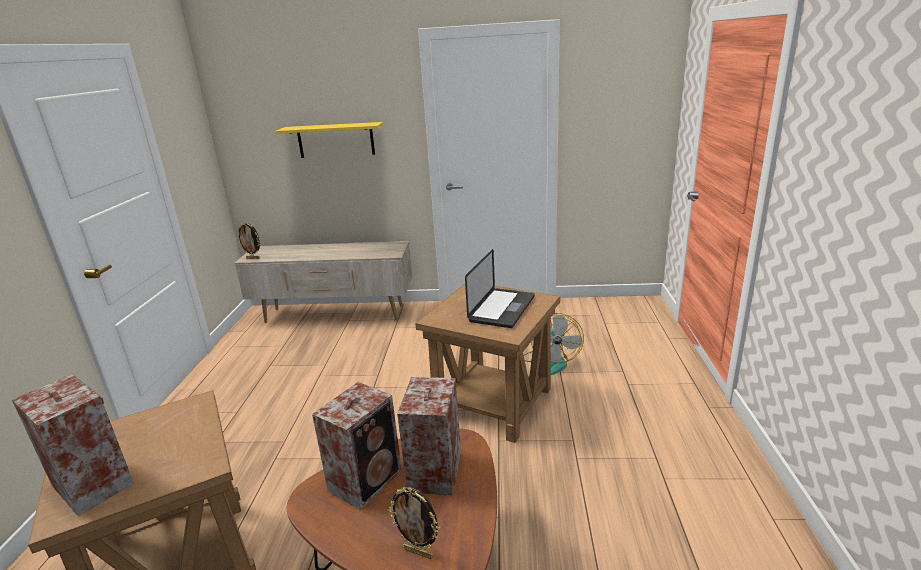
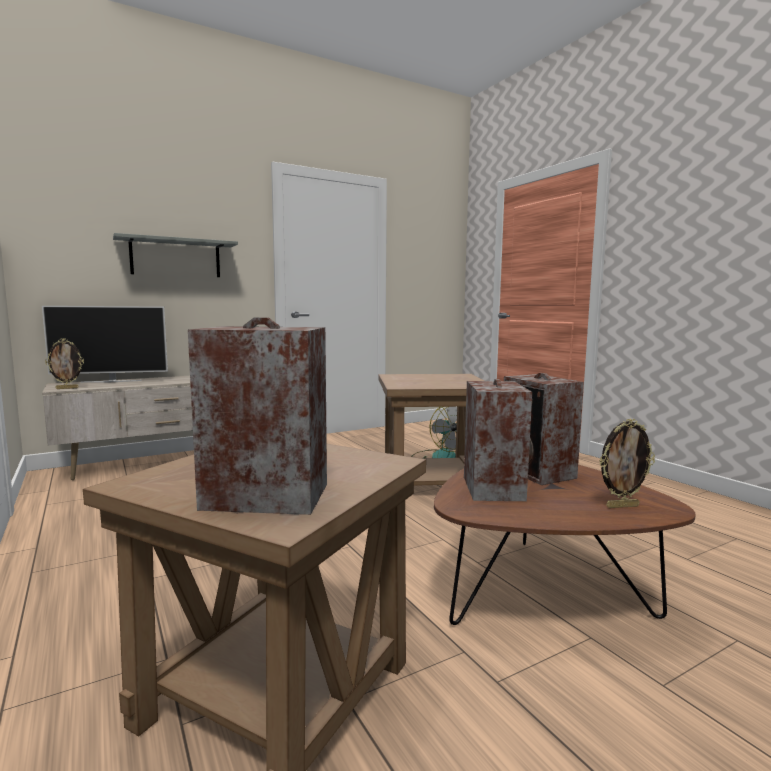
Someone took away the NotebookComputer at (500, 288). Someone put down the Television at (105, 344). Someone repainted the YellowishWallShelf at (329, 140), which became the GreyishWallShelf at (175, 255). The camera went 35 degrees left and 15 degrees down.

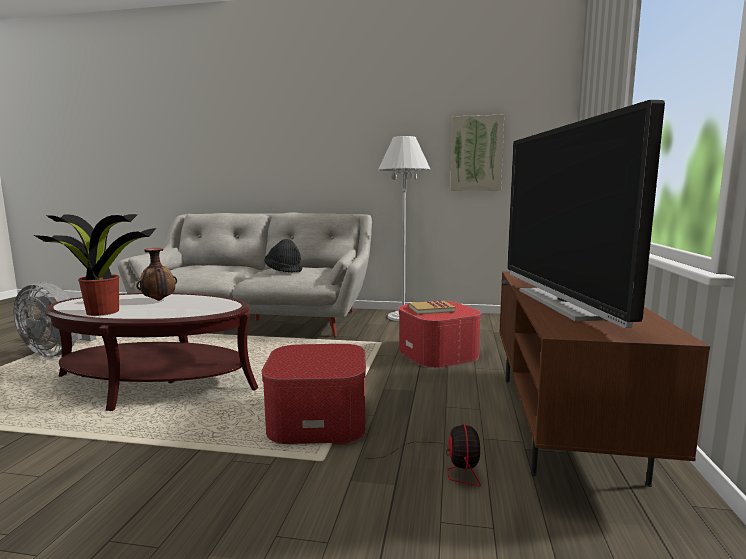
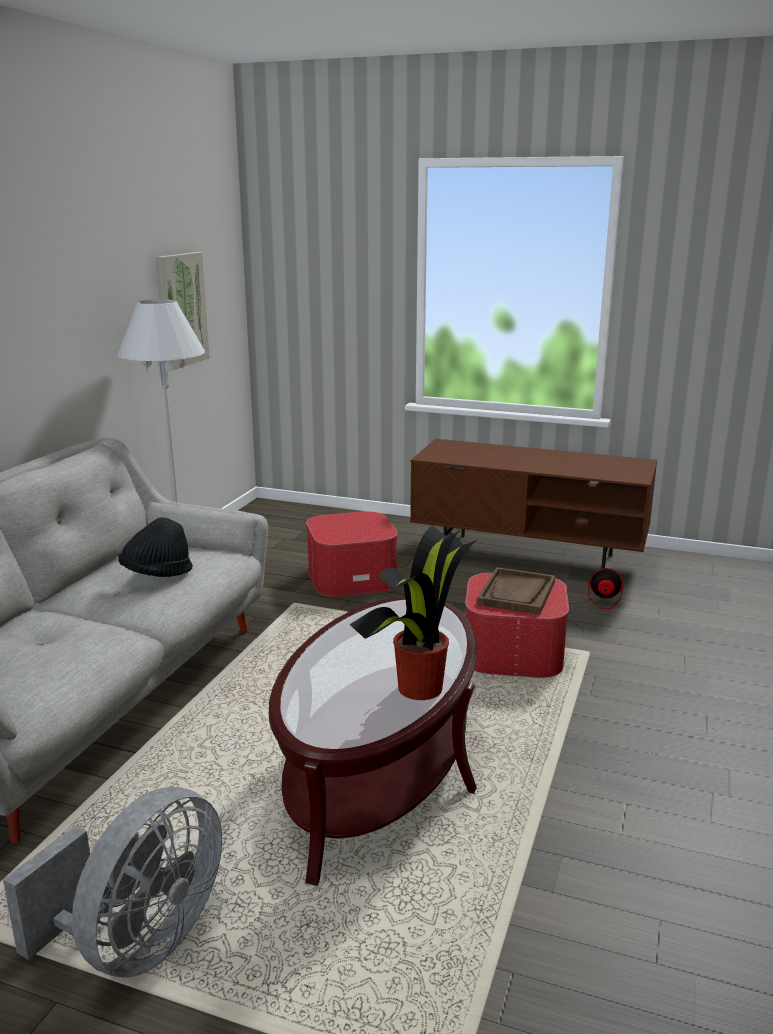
Someone took away the FlowerVase at (156, 274). Someone took away the Book at (432, 307). Someone took away the Television at (586, 214). Someone put down the BrownCarryingTray at (516, 591). The camera went 80 degrees left and 10 degrees up.

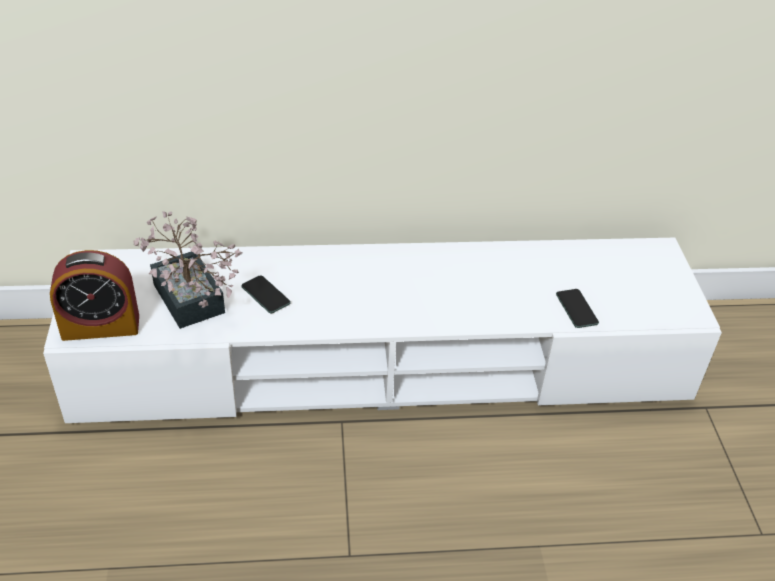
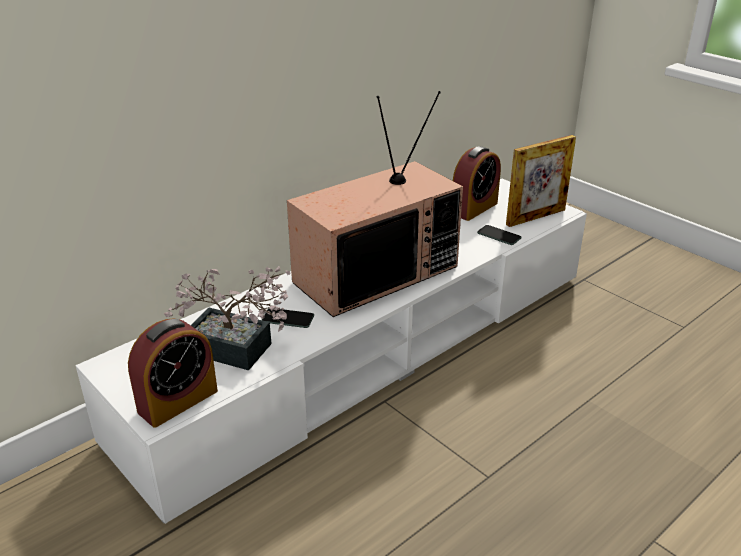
Someone put down the Television at (375, 204). Someone put down the BedsideClock at (477, 183). Someone put down the PhotoFrame at (541, 181). The camera went 35 degrees left and 10 degrees down.

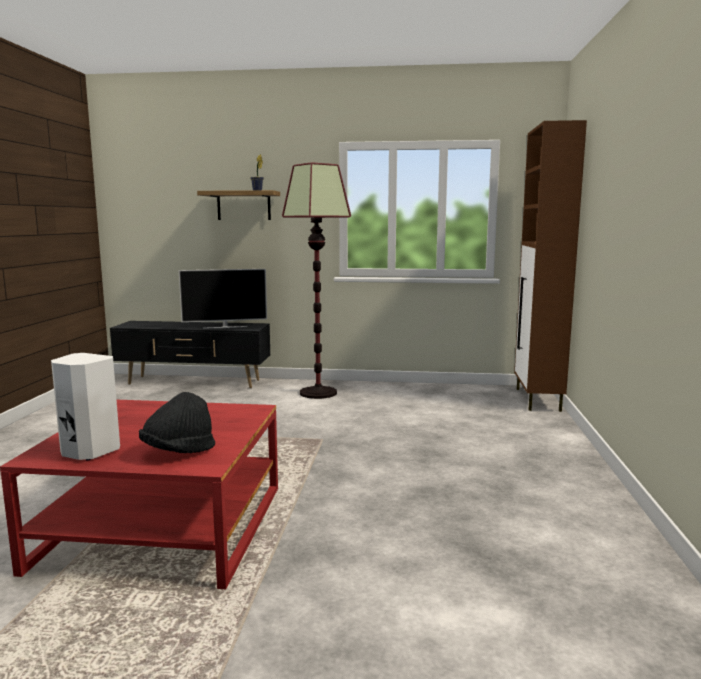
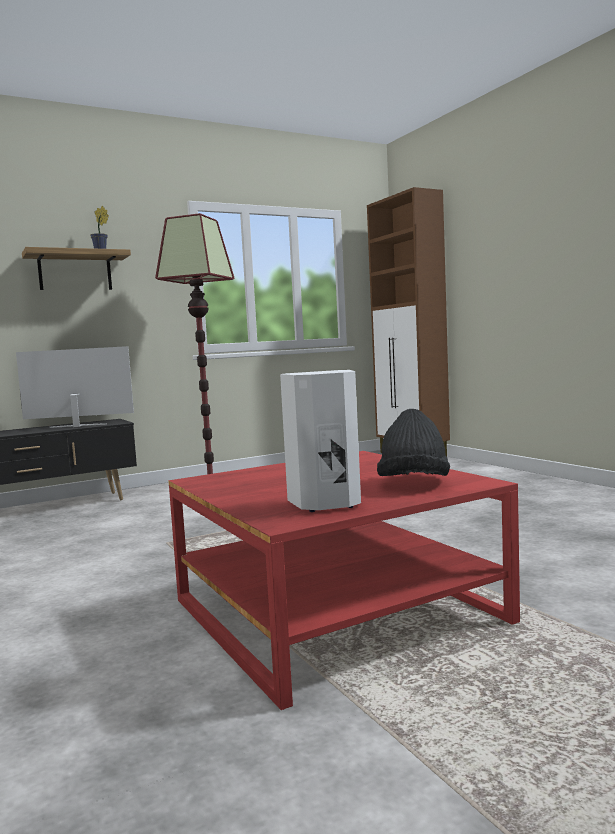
Someone rotated the Television at (223, 298) by 135 degrees counterclockwise. The camera went 35 degrees left and 5 degrees down.

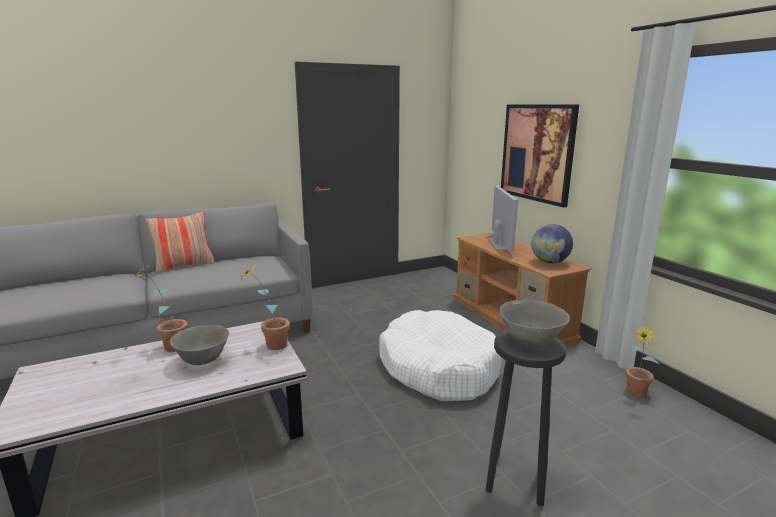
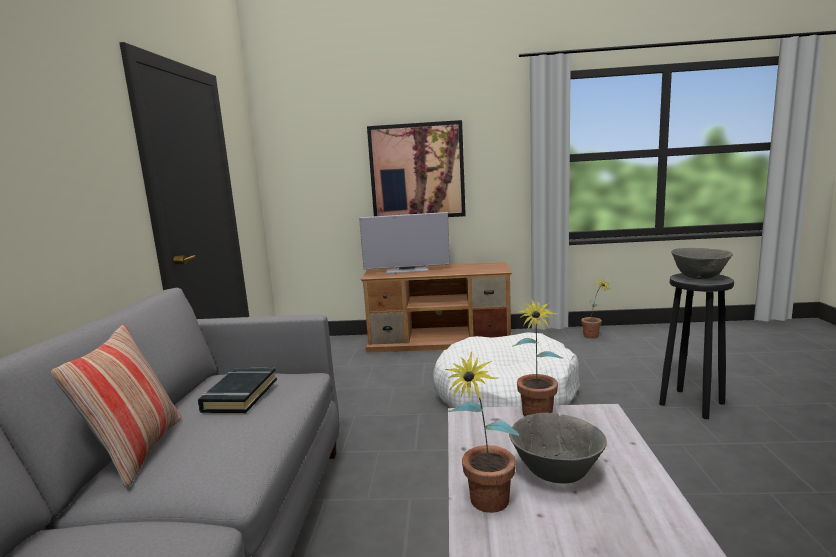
Someone took away the Globe at (552, 243). Someone put down the BlackishBook at (237, 390). Someone rotated the Television at (503, 218) by 150 degrees clockwise. The camera went 60 degrees left and 5 degrees down.

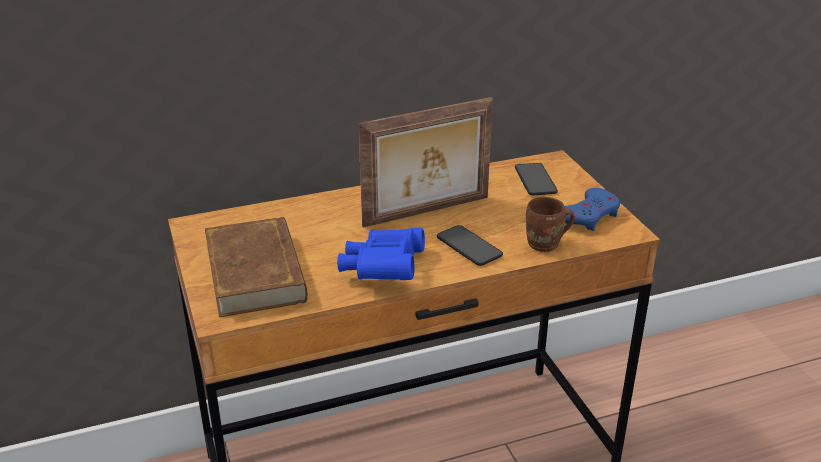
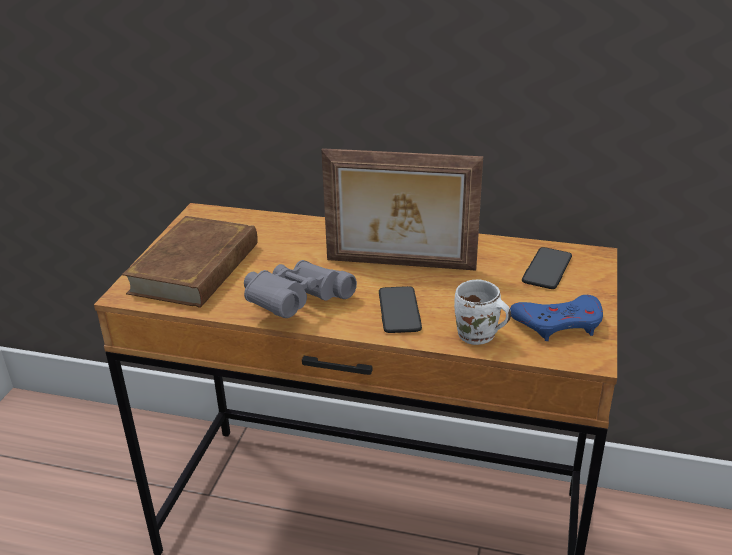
Someone repainted the BlueBinoculars at (381, 254), which became the GreyishBinoculars at (300, 289). Someone repainted the BrownTeaMug at (550, 224), which became the WhitishTeaMug at (482, 312). The camera went 35 degrees right and 0 degrees up.

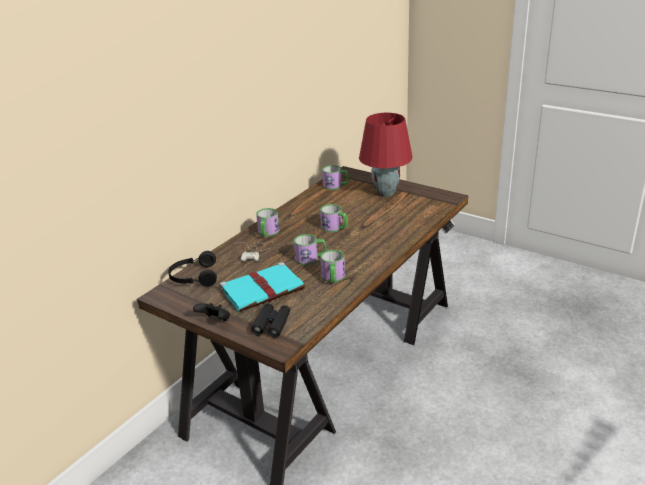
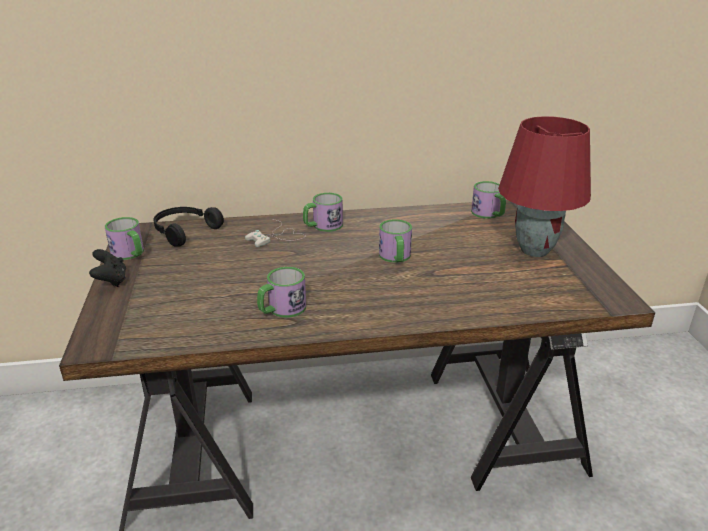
Someone took away the TurquoiseColouredBook at (262, 287). Someone took away the BlackishBinoculars at (270, 321). Someone carried the TeaMug from (310, 249) to (124, 238). The camera went 45 degrees right and 0 degrees up.

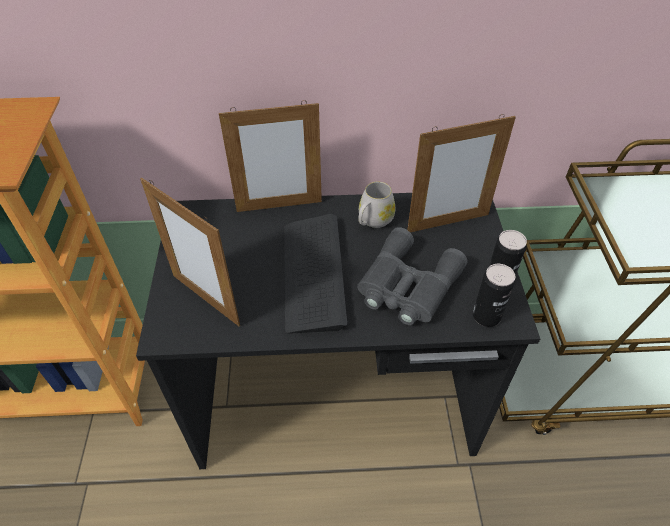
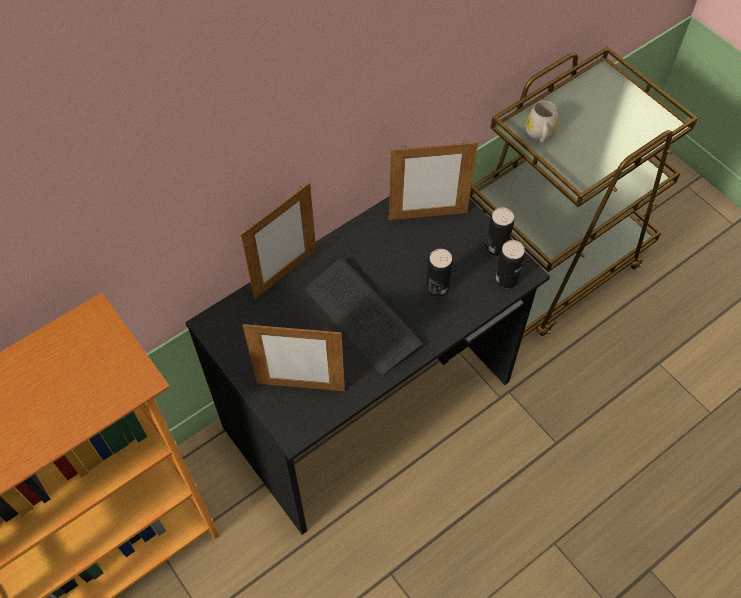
Someone carried the WhitishTeaMug from (376, 205) to (541, 122). Someone swapped the GreyishBinoculars at (412, 276) for the Can at (439, 273). Someone rotated the PhotoFrame at (461, 173) by 45 degrees clockwise. The camera went 35 degrees left and 10 degrees up.

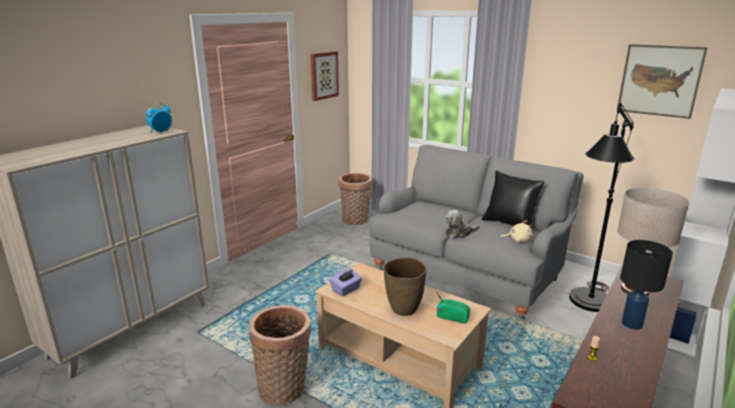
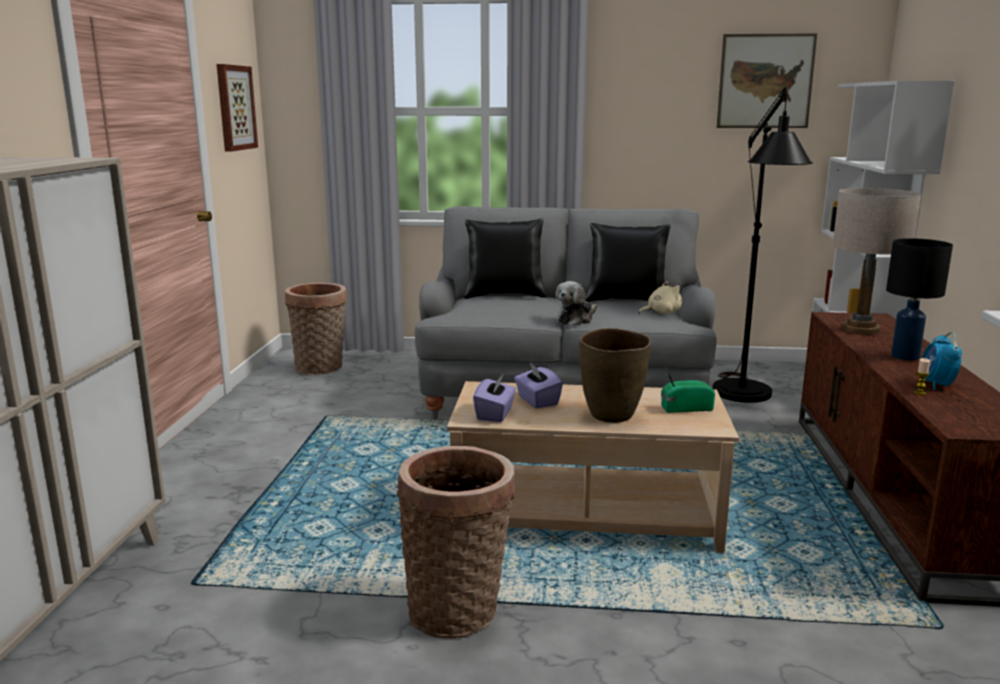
Someone put down the BlackishPillow at (505, 259). Someone put down the PurpleColouredTissueHolder at (538, 385). Someone carried the BedsideClock from (159, 118) to (942, 361). The camera went 30 degrees left and 5 degrees down.

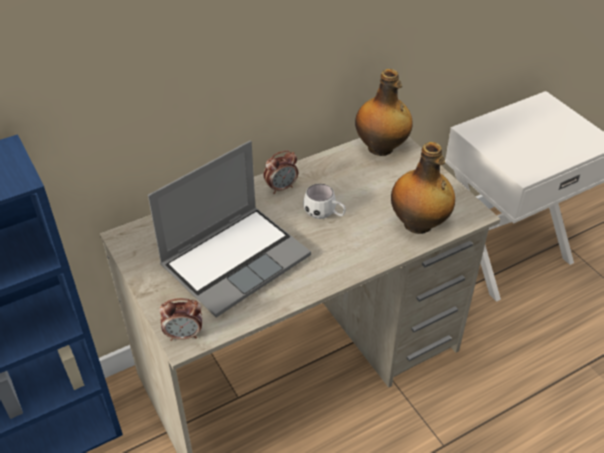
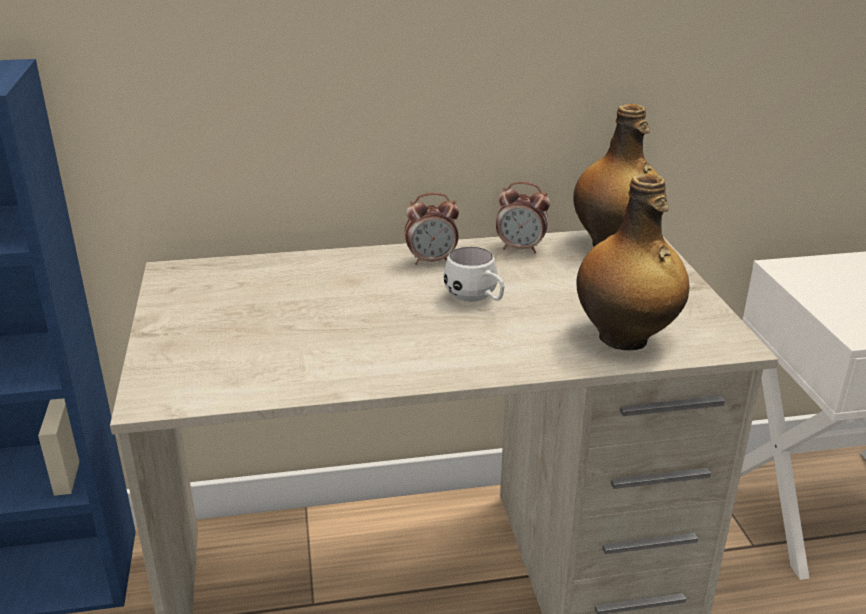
Someone took away the NotebookComputer at (229, 228). Someone carried the BedsideClock from (180, 319) to (523, 217). The camera went 20 degrees right and 15 degrees down.

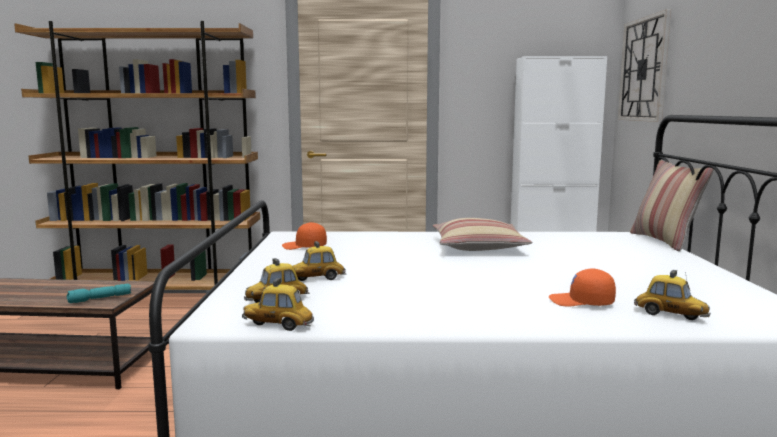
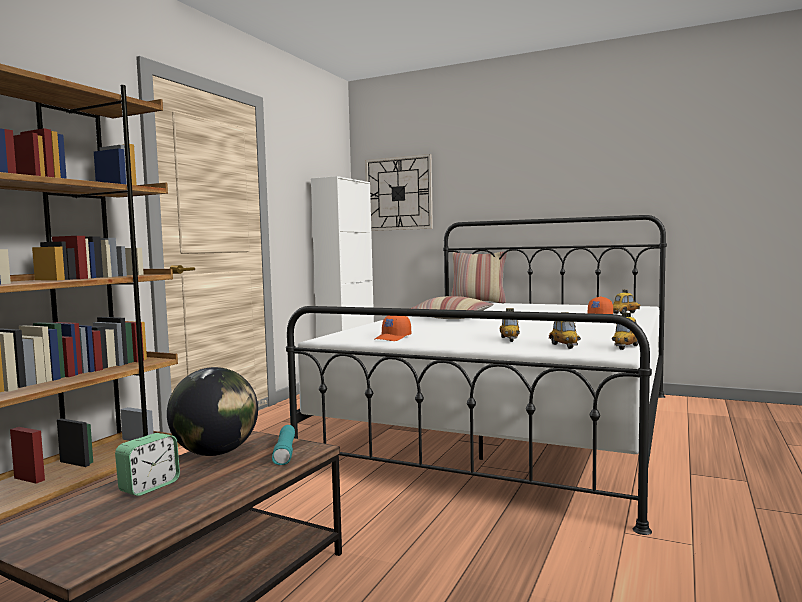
Someone put down the BedsideClock at (147, 464). Someone put down the Globe at (212, 411). The camera went 65 degrees left and 5 degrees down.

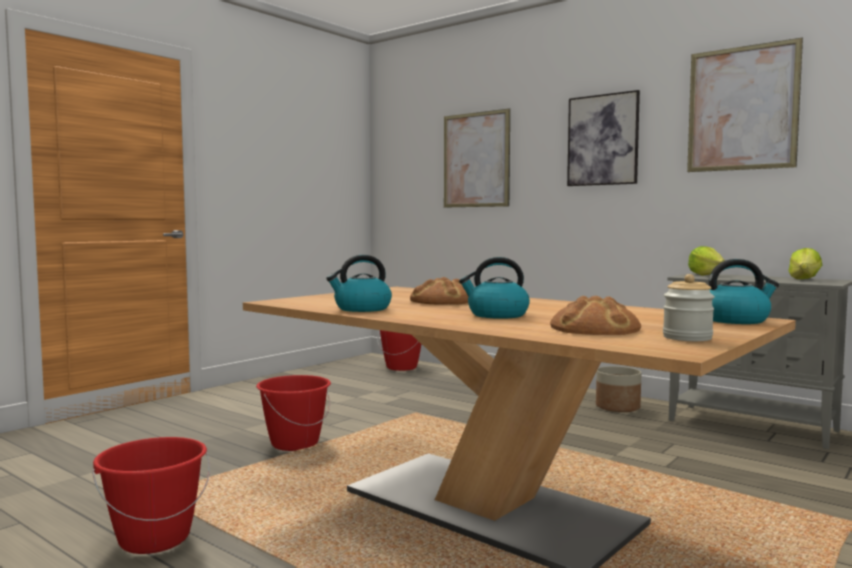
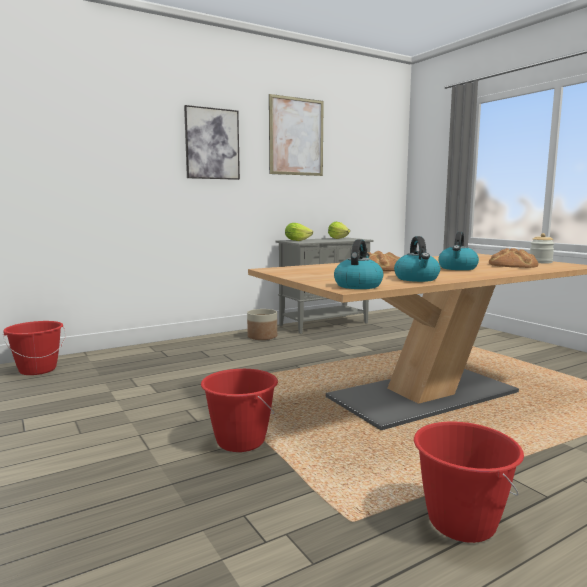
Someone took away the WallArt at (477, 157). Someone carried the TeaKettle from (744, 291) to (358, 264). The camera went 70 degrees left and 5 degrees up.

